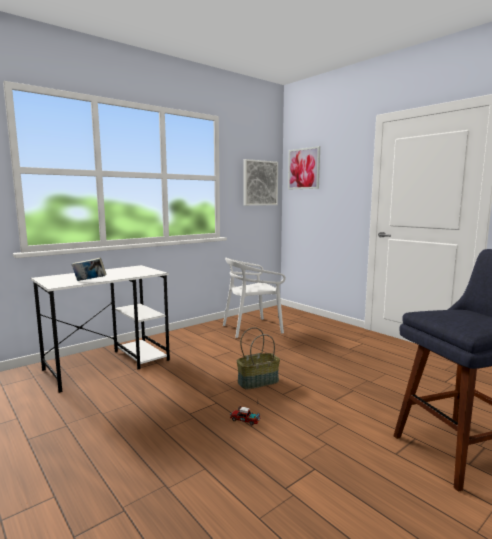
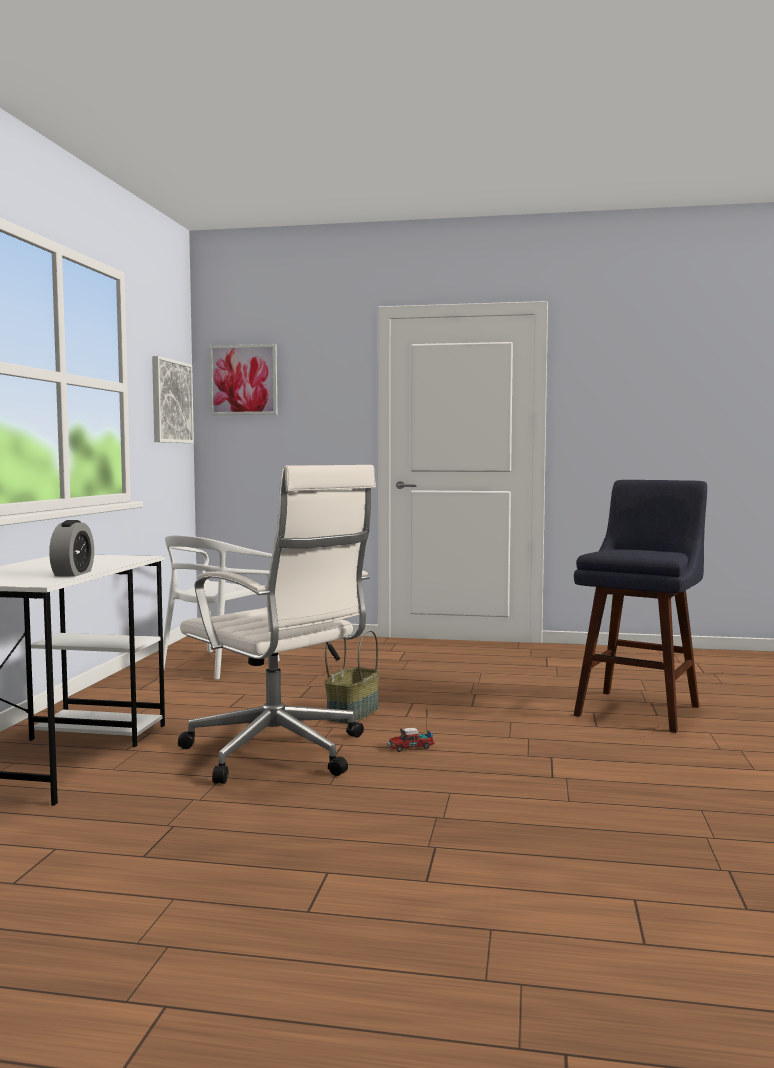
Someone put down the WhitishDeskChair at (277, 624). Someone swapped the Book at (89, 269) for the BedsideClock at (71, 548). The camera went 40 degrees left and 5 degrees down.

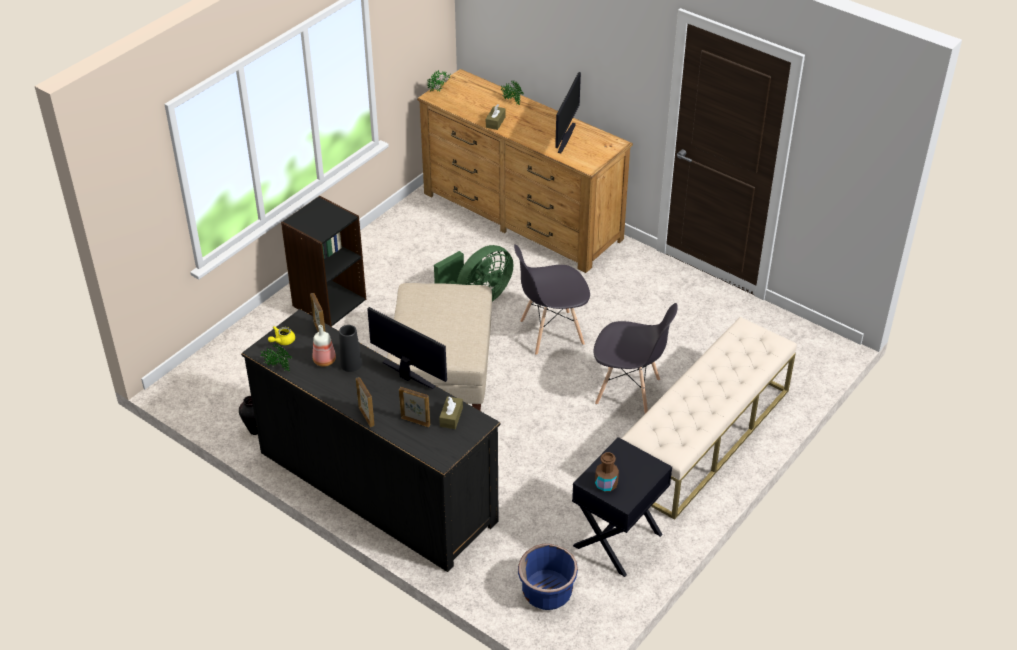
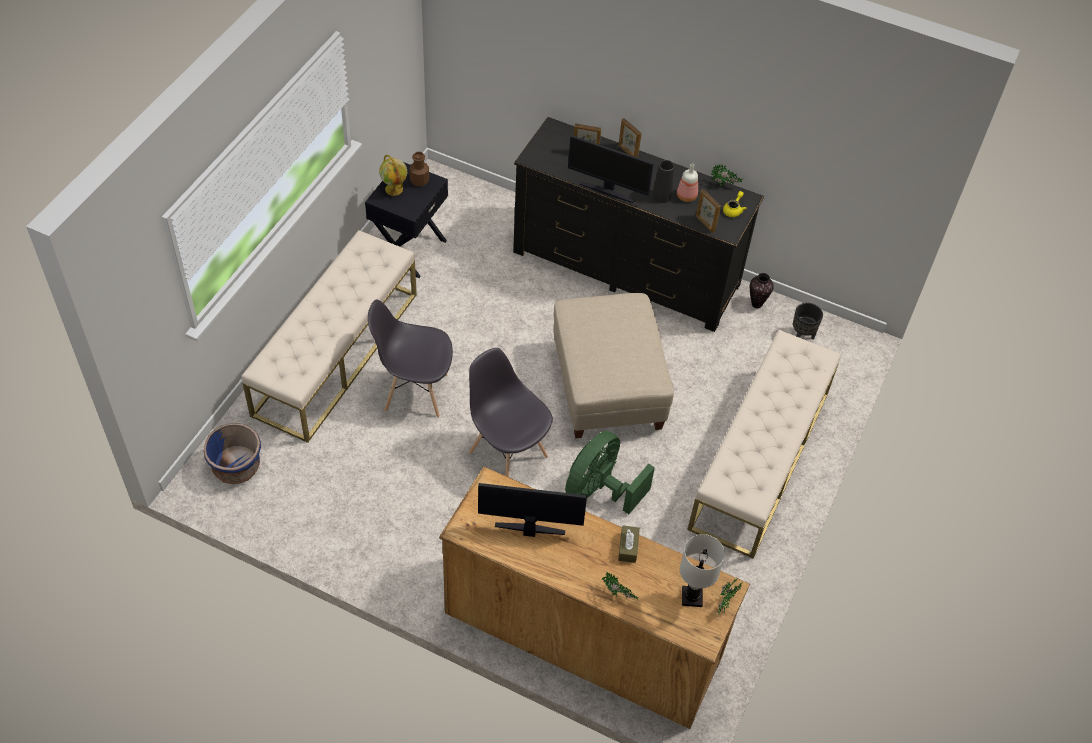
Someone took away the BrownTissueHolder at (451, 412). Someone put down the Globe at (393, 175). Someone put down the WhitishTabletopLamp at (702, 570). Someone put down the BlackishFlowerPot at (808, 321). Someone carried the BlueFlowerPot from (548, 577) to (232, 453). Someone swapped the BlackishShelvingUnit at (323, 261) for the BeigeBench at (764, 444). Someone rotated the GreyishUprightChair at (552, 299) by 105 degrees counterclockwise. Someone rotated the ComputerDisplay at (568, 112) by 90 degrees clockwise. The camera went 165 degrees right and 10 degrees up.

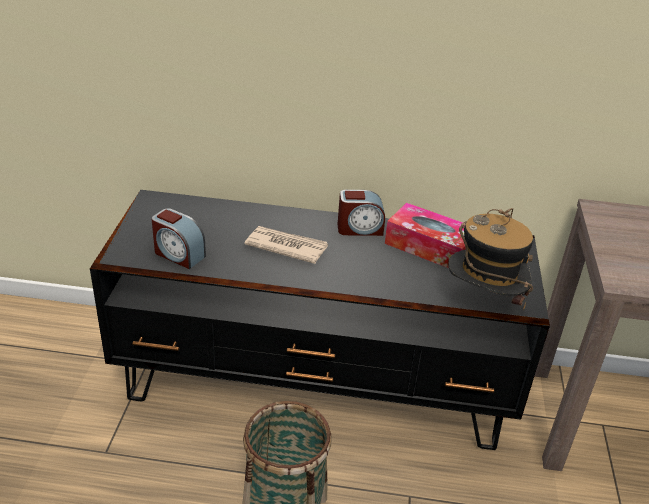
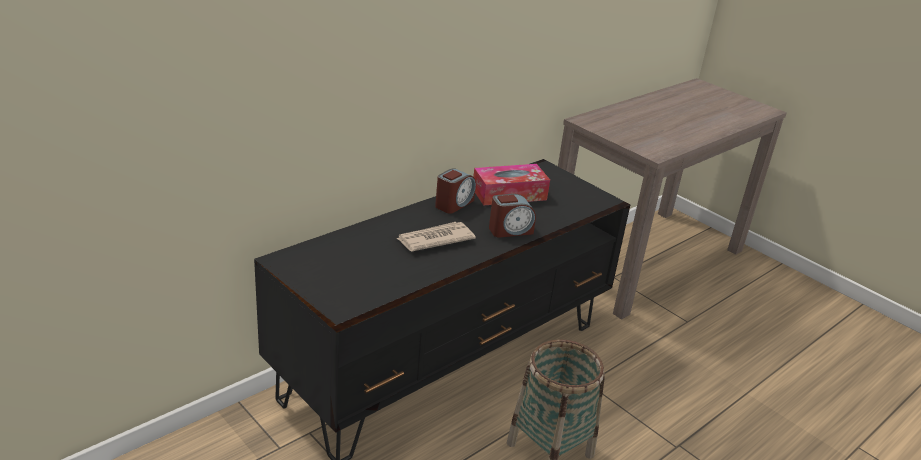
Someone took away the Hat at (490, 259). Someone carried the BedsideClock from (179, 238) to (512, 216). The camera went 50 degrees left and 5 degrees down.

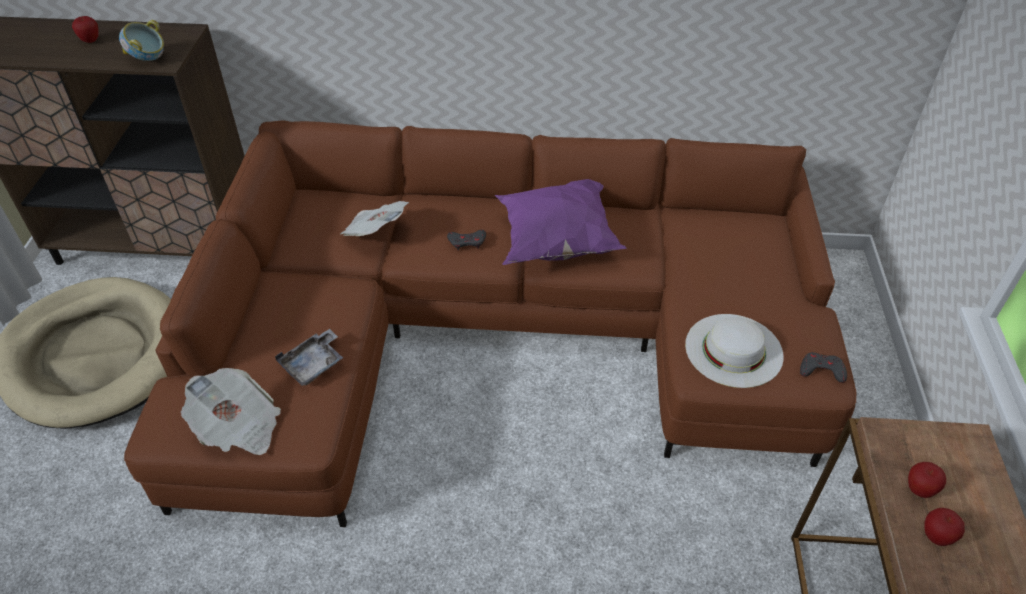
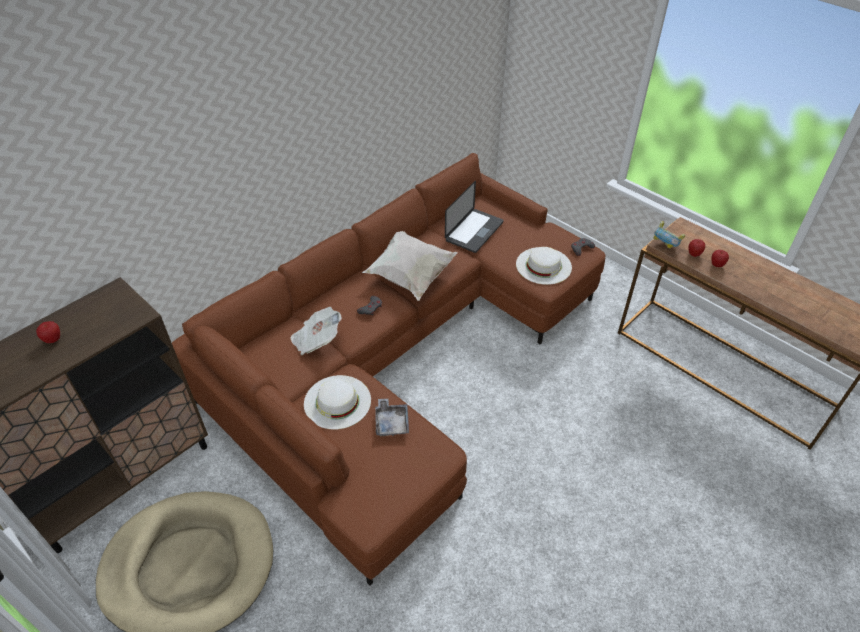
Someone took away the DailyPaper at (231, 411). Someone put down the WhitishHat at (337, 402). Someone put down the NotebookComputer at (474, 217). Someone carried the Bowl from (141, 40) to (669, 234). Someone repainted the PurpleColouredPillow at (560, 222), which became the WhitishPillow at (410, 266). The camera went 50 degrees left and 0 degrees up.

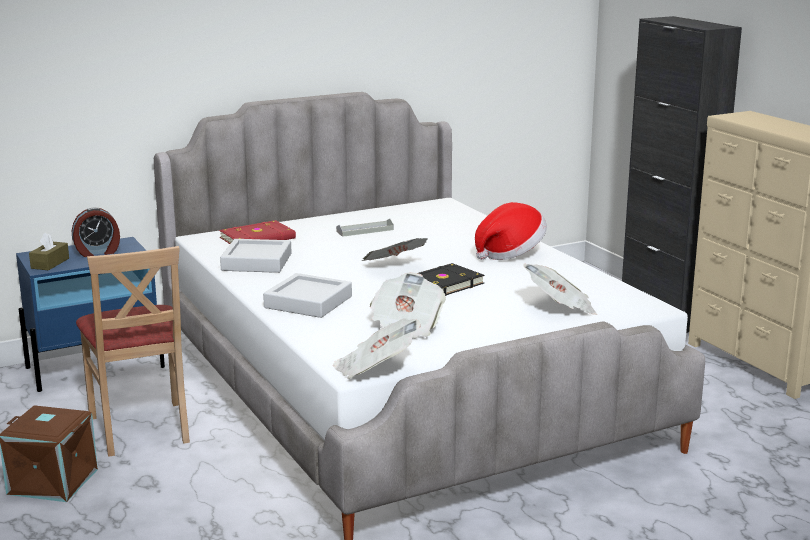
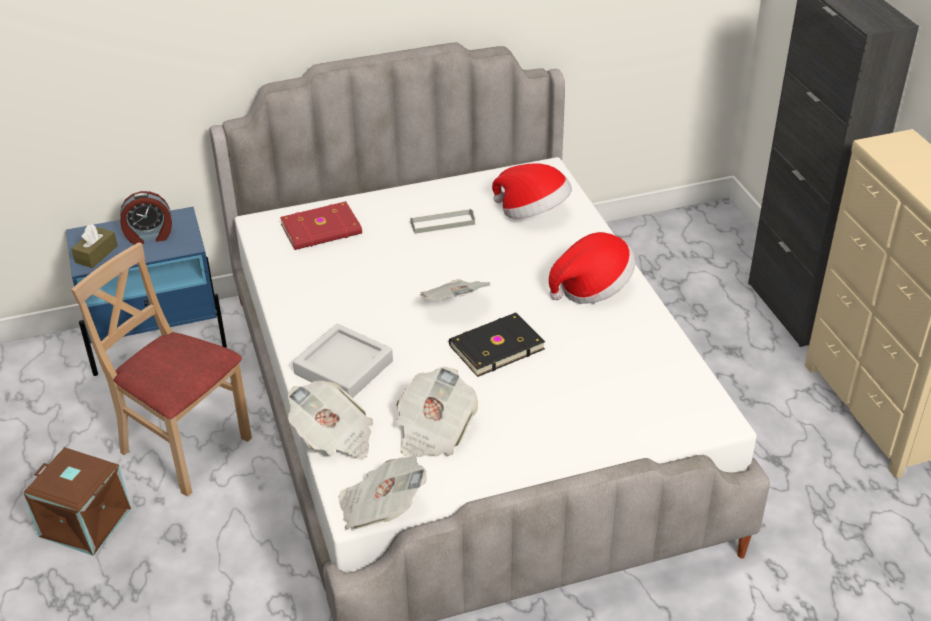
Someone took away the GreyishCarryingTray at (255, 256). Someone put down the Hat at (532, 191). Someone carried the DailyPaper from (560, 289) to (330, 420). Someone rotated the BeigeUprightChair at (133, 351) by 135 degrees clockwise. The camera went 10 degrees right and 20 degrees up.

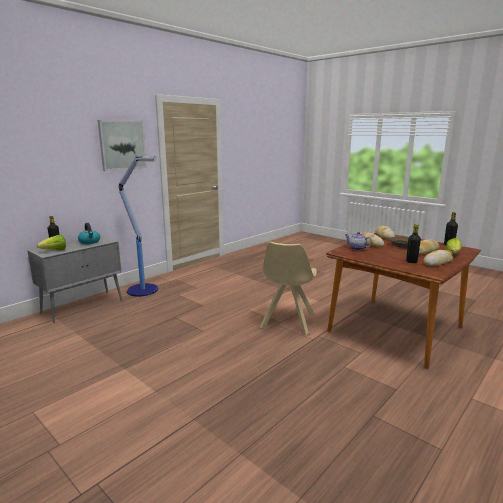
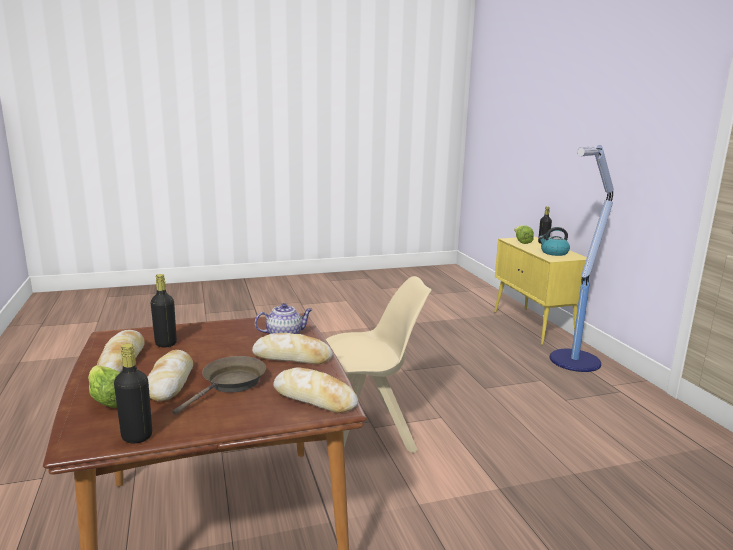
Someone took away the WallArt at (122, 145). Someone repainted the GreyishCupboard at (74, 279), which became the YellowishCupboard at (542, 291). Someone rotated the BeigeUprightChair at (288, 288) by 120 degrees clockwise. The camera went 120 degrees right and 0 degrees up.

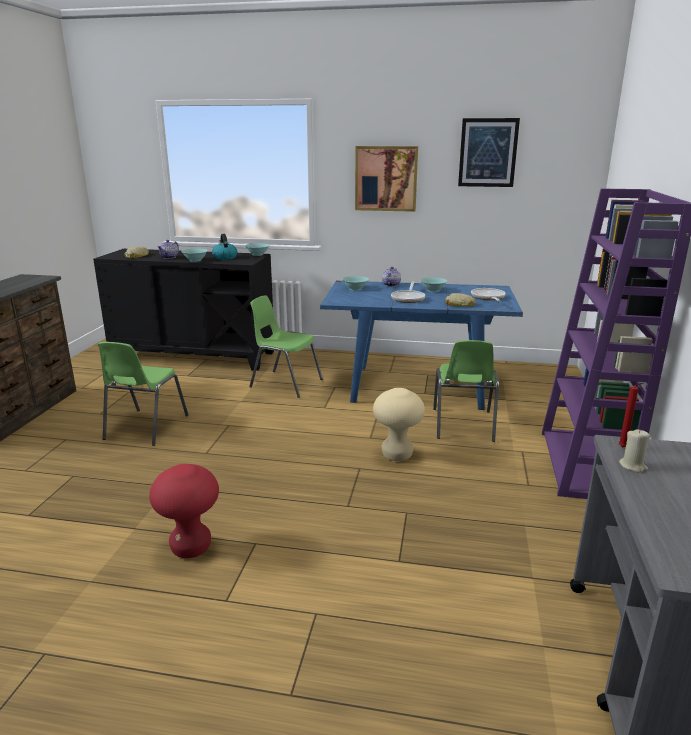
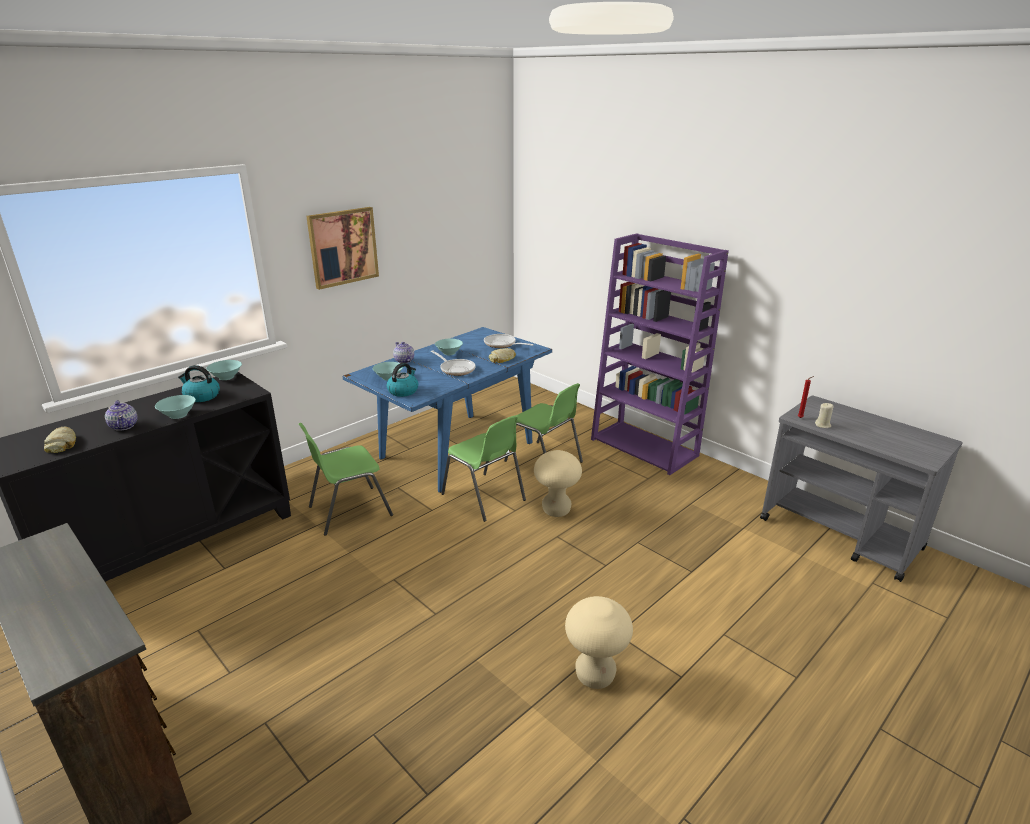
Someone took away the WallArt at (489, 152). Someone put down the TeaKettle at (402, 380). Someone carried the GreenishUprightChair from (143, 394) to (483, 469). Someone repainted the RedStoolSeat at (184, 511), which became the BeigeStoolSeat at (599, 642). The camera went 55 degrees left and 5 degrees up.

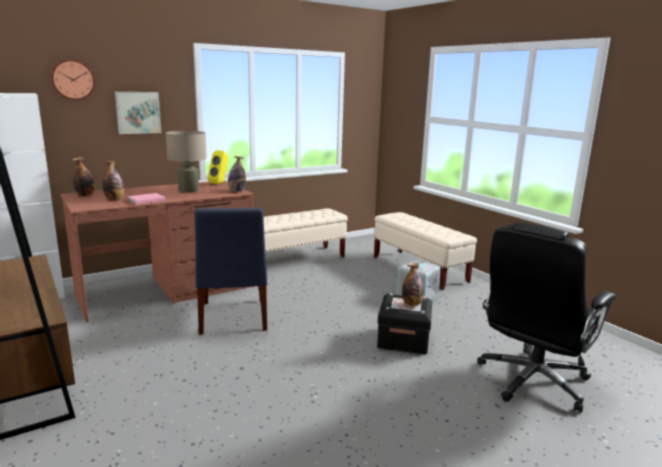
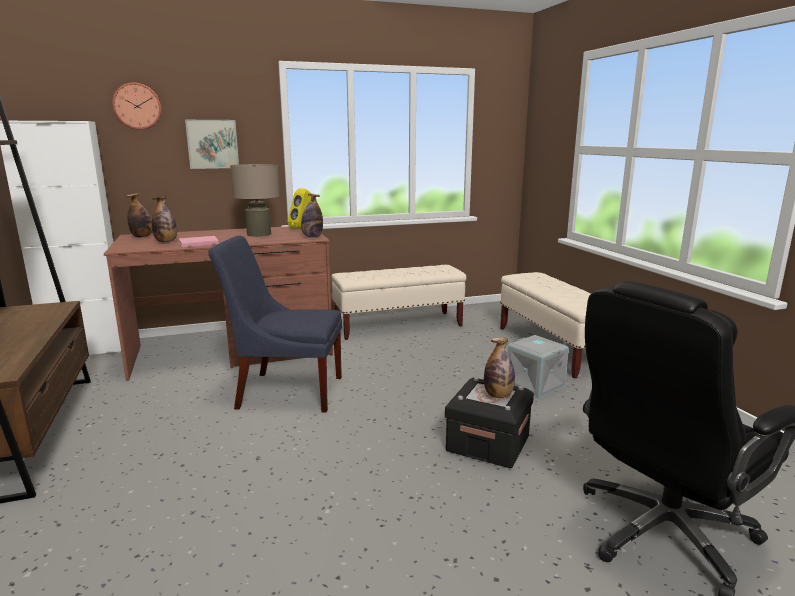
Someone rotated the BlueUprightChair at (230, 271) by 90 degrees clockwise. The camera went 15 degrees right and 0 degrees up.

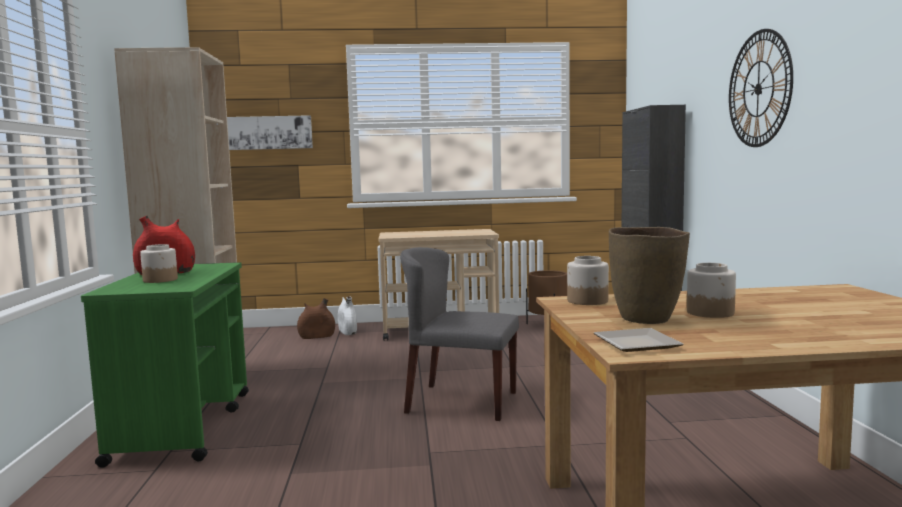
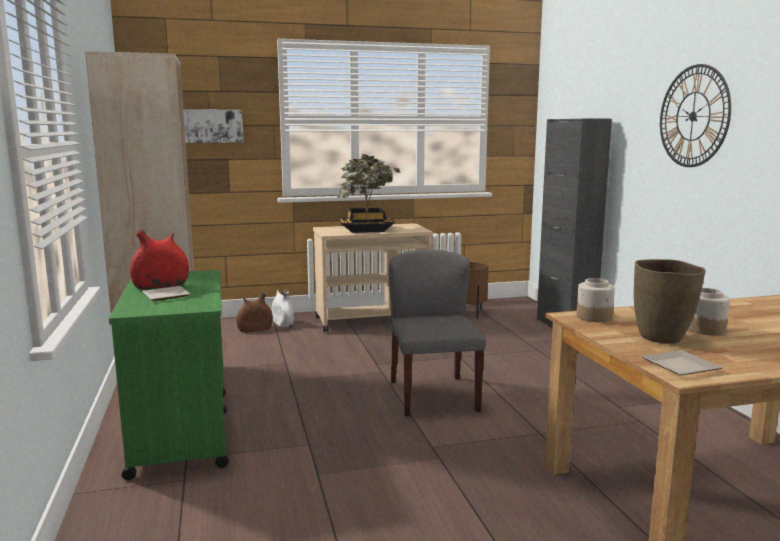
Someone put down the Houseplant at (369, 193). Someone swapped the Jar at (159, 263) for the DinnerPlate at (166, 293). Someone rotated the GreyishUprightChair at (459, 334) by 75 degrees clockwise. The camera went 10 degrees left and 5 degrees up.

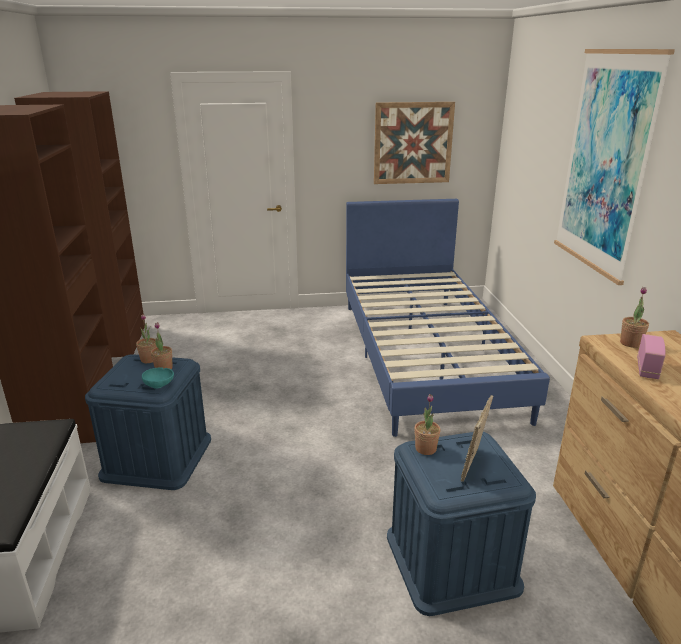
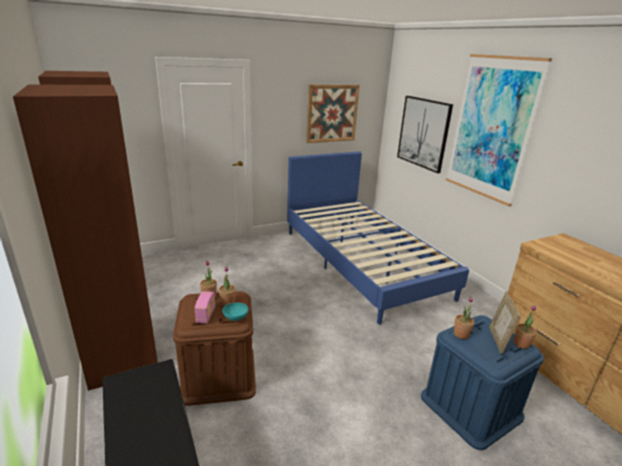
Someone put up the WallArt at (425, 134). Someone carried the Houseplant from (634, 317) to (525, 327). Someone carried the RadioReceiver from (651, 356) to (205, 307). Someone repainted the BlueStorageContainer at (148, 422), which became the BrownStorageContainer at (214, 348). The camera went 20 degrees left and 0 degrees up.

